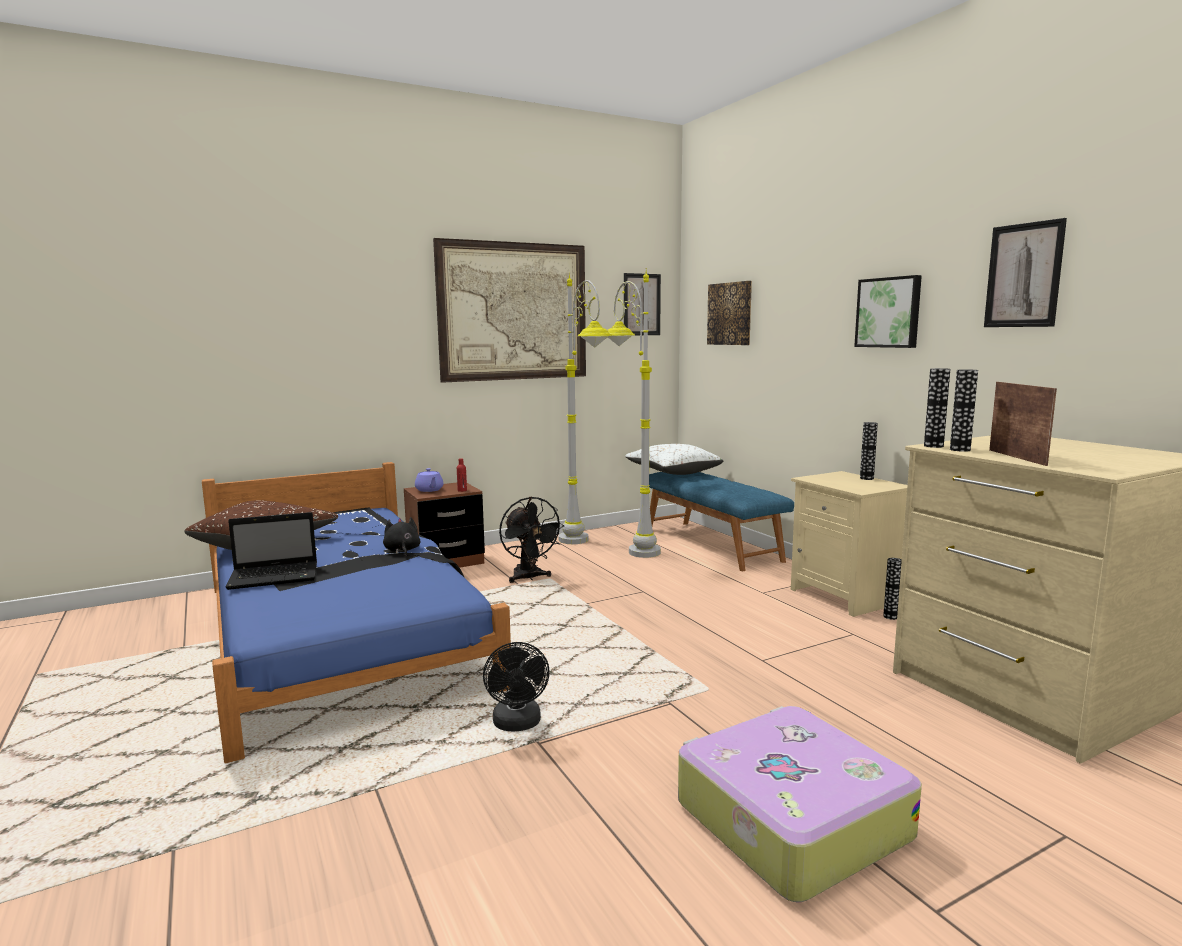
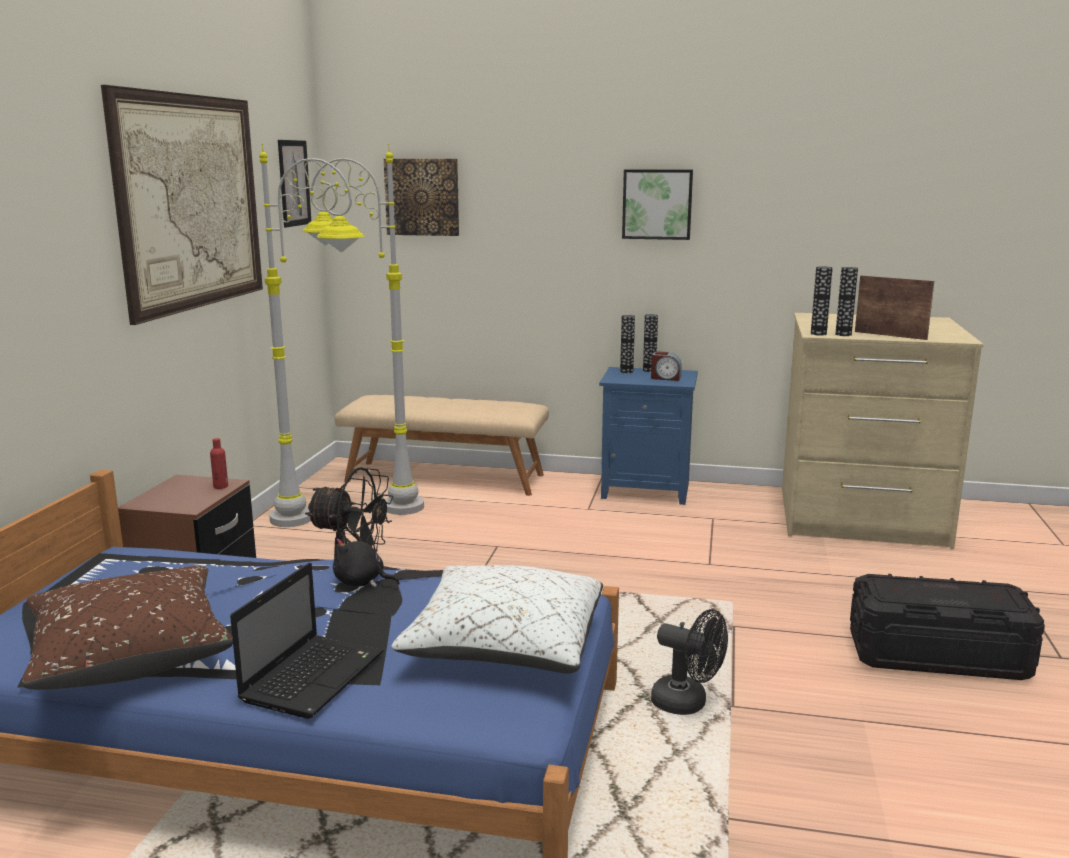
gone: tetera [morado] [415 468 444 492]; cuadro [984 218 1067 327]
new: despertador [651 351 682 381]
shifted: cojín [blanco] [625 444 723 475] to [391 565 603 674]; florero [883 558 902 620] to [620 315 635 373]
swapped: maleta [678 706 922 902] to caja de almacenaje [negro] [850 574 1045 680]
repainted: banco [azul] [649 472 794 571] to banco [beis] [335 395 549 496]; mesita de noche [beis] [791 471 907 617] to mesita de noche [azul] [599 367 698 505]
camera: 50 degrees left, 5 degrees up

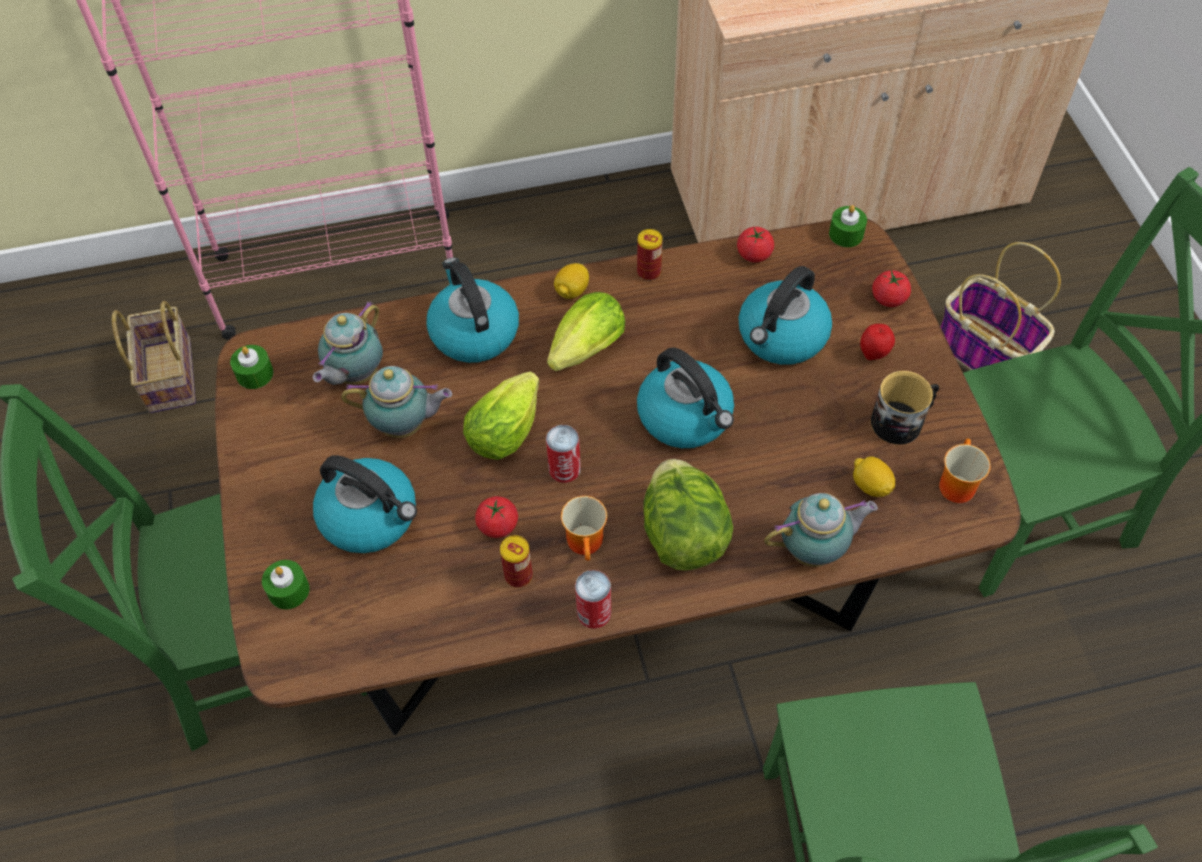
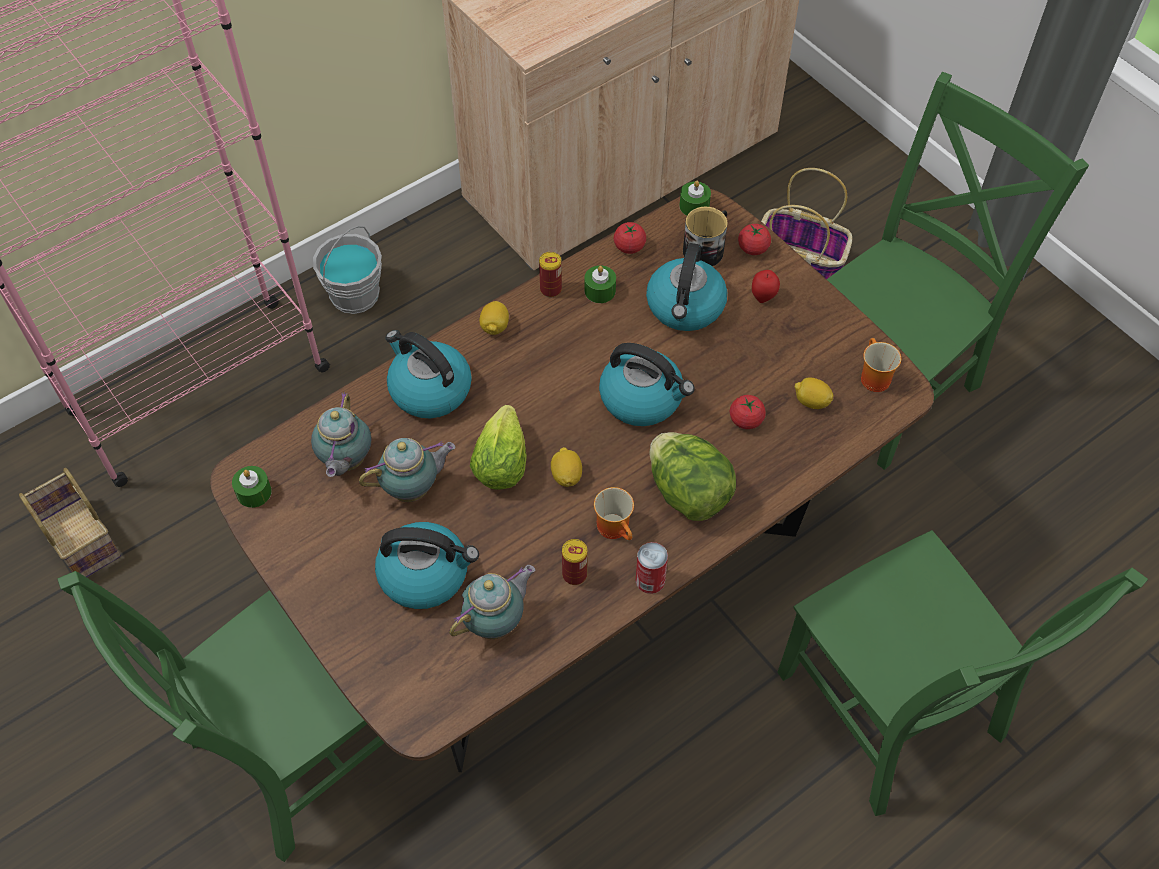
gone: lechuga [547 292 625 371]
new: cubo [gris] [313 226 382 314]
shifted: tetera [764 493 878 567] to [449 565 535 639]; vela [verde] [262 560 310 609] to [584 265 616 303]; taza grande [871 371 939 445] to [683 207 727 266]; tomate [475 496 518 538] to [730 395 766 429]
swapped: lata [546 425 581 483] to limón [551 447 582 487]
camera: 25 degrees left, 0 degrees up

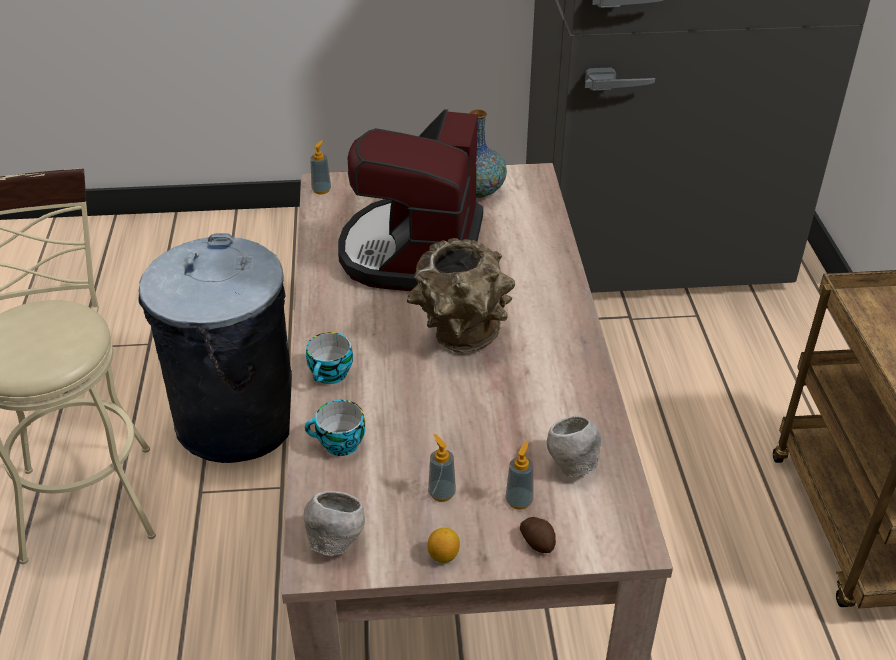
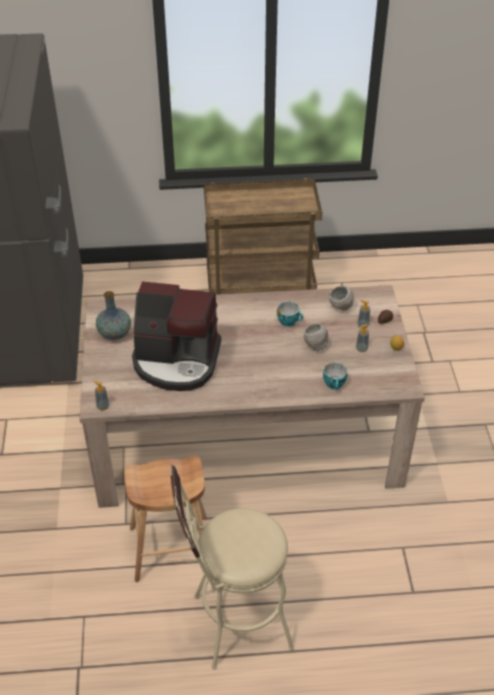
gone: florero [marrón] [407 238 515 353]
shifted: taza [306 332 353 384] to [277 301 303 327]; cuenco [gris] [303 491 365 556] to [304 323 328 352]
swapped: papelera [gris] [139 233 292 463] to taburete [marrón] [125 456 207 582]
camera: 90 degrees left, 5 degrees up

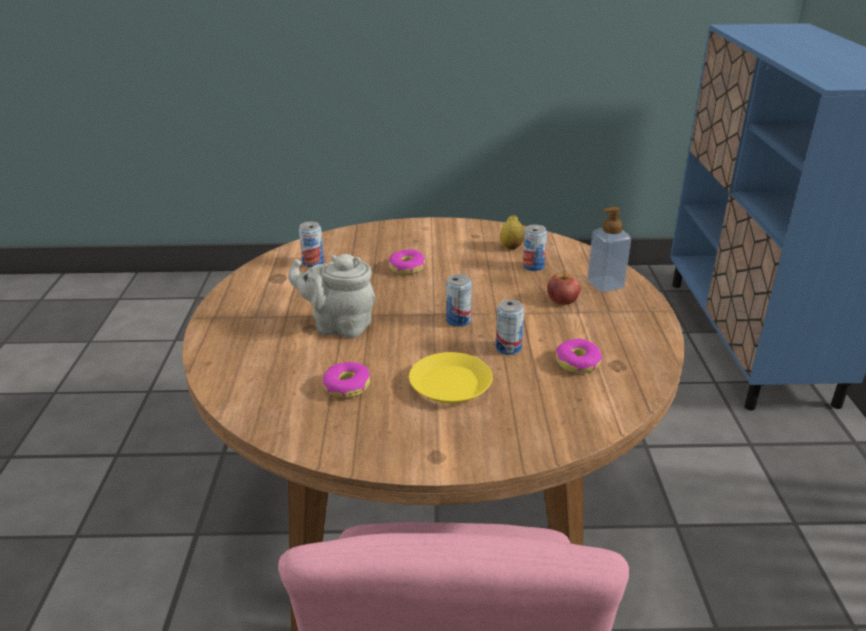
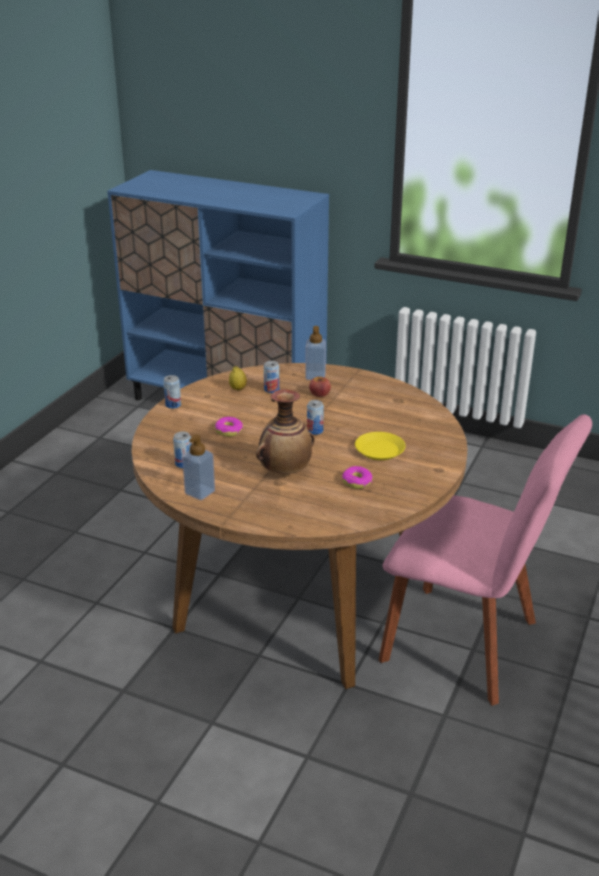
gone: rosquilla [556 339 602 373]
new: dispensador de jabón [182 434 215 500]
shifted: lata [496 299 524 355] to [163 375 181 409]
swapped: tetera [gris] [288 254 376 338] to florero [256 389 315 474]
camera: 65 degrees left, 0 degrees up

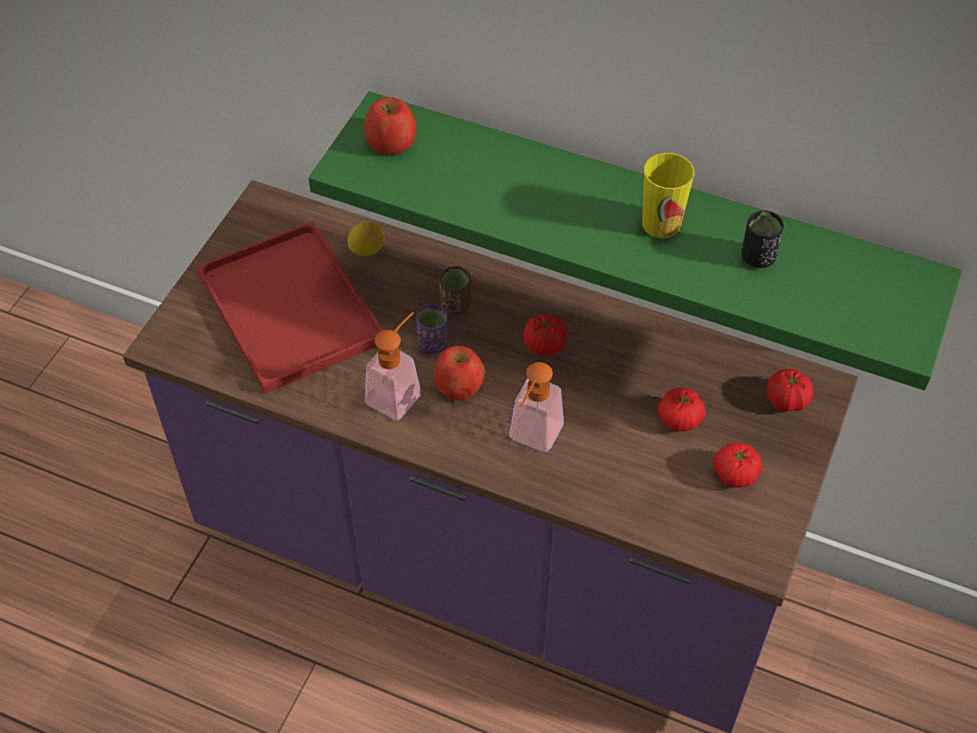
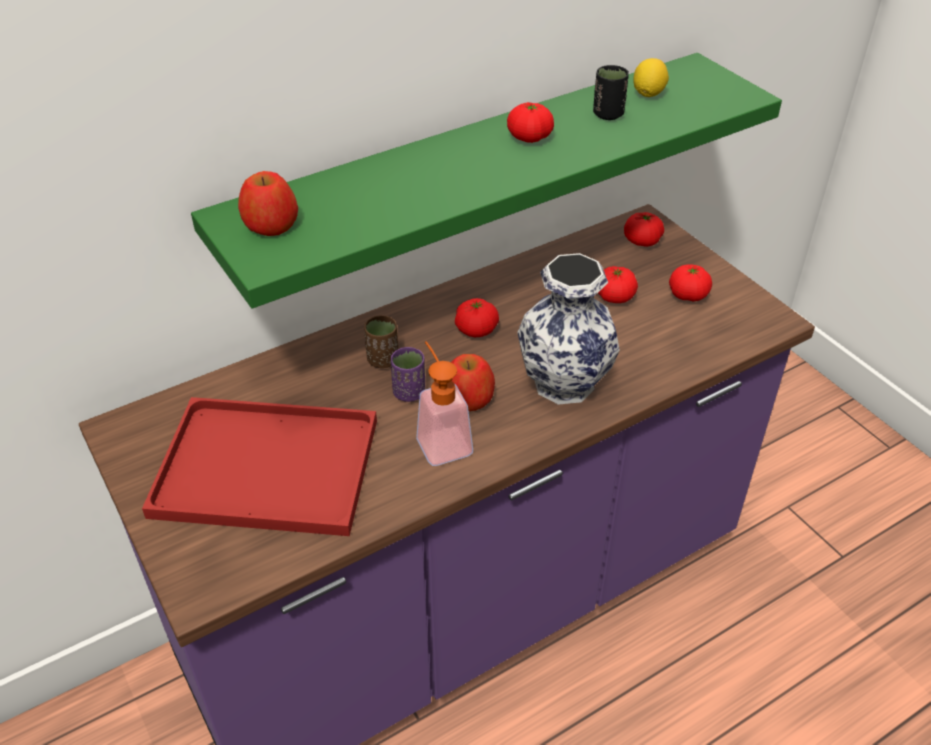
shifted: limón [348 221 384 256] to [633 58 669 97]
swapped: taza [642 153 694 239] to tomate [507 102 554 143]; dispensador de jabón [509 362 564 452] to florero [517 253 620 405]
camera: 55 degrees left, 10 degrees down

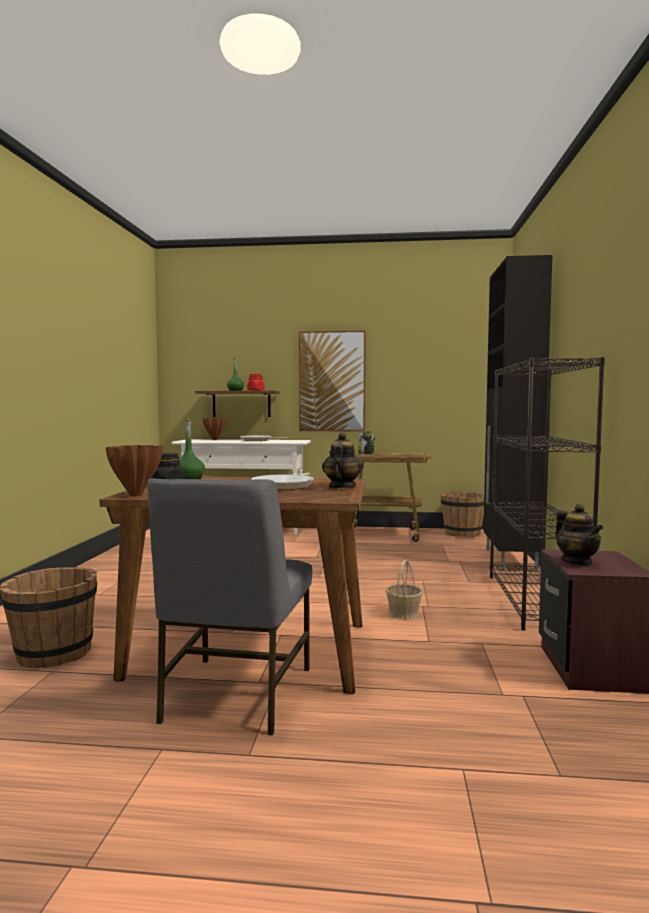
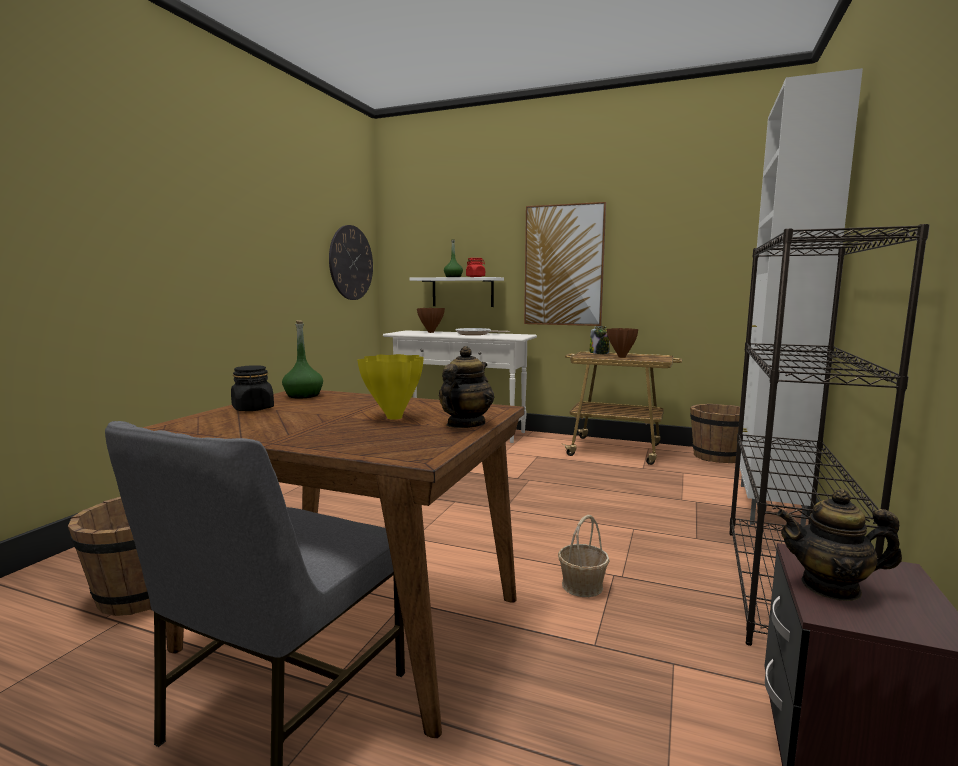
new: reloj de pared [329 225 373 300]
shifted: florero [marrón] [106 445 163 497] to [607 328 638 358]
swapped: sartén [252 472 314 490] to florero [amarillo] [357 354 424 420]
repainted: estante [marrón] [195 391 280 417] to estante [blanco] [409 277 504 307]; armario [negro] [483 255 552 572] to armario [blanco] [740 68 863 527]
rotated: tetera [555 504 603 566] = [776 489 902 601] 105 degrees clockwise
camera: 15 degrees right, 5 degrees up

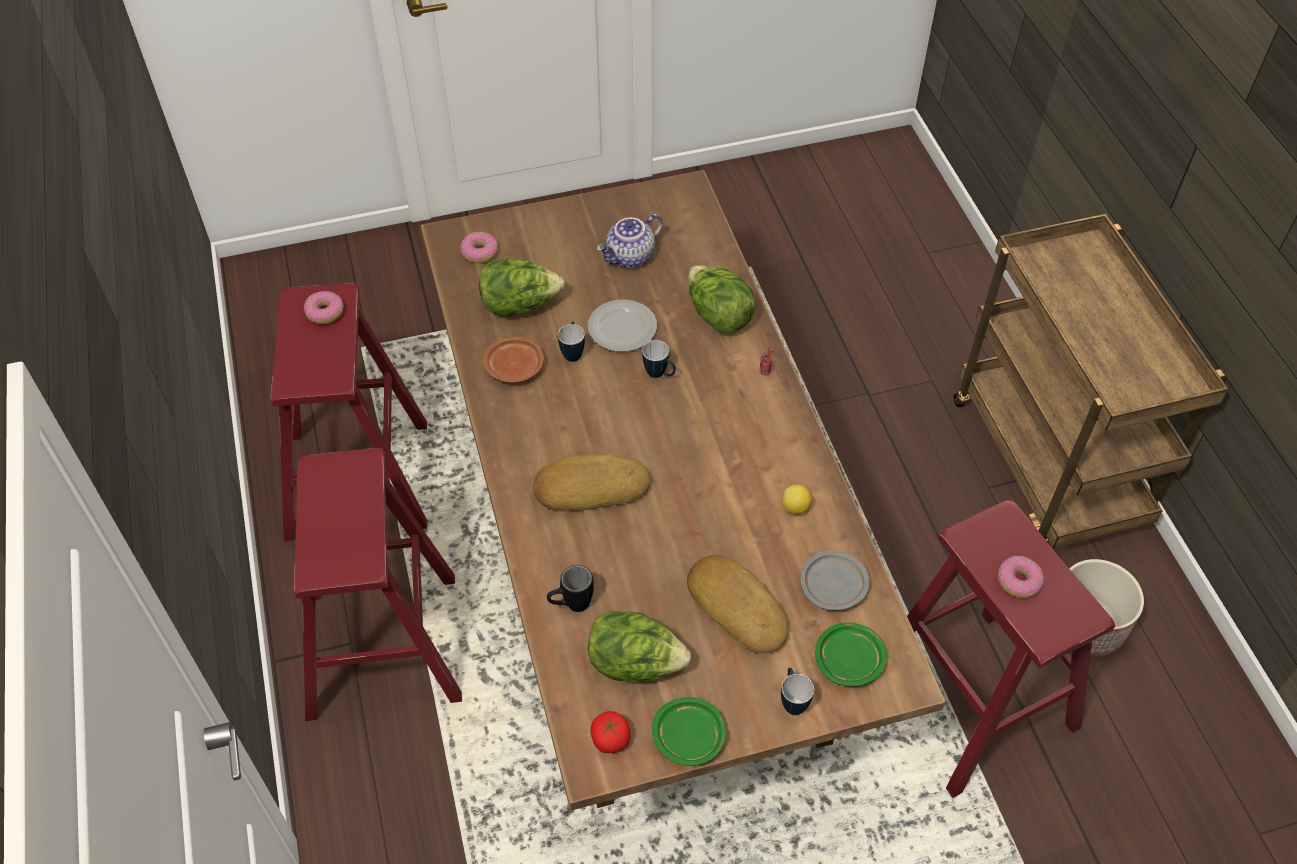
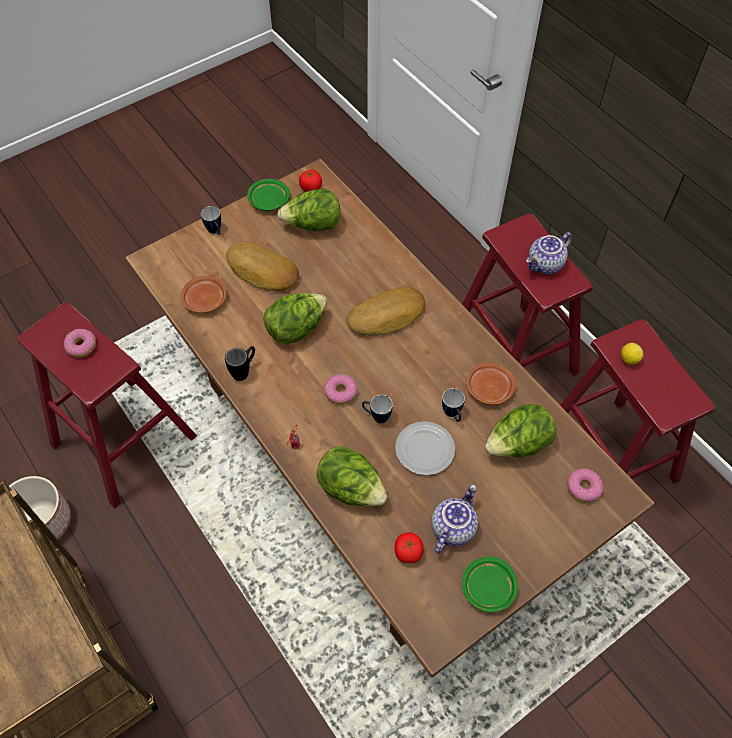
new: lechuga [263 293 327 344]; tomate [395 532 424 563]; tetera [526 232 572 274]
shifted: taza grande [negro] [547 565 594 612] to [225 346 255 381]; rosquilla [304 291 344 324] to [324 374 358 405]; plato [verde] [815 622 887 687] to [462 557 518 612]; limón [782 485 812 514] to [621 343 643 365]
repainted: plato [gris] [801 551 869 610] to plato [marrón] [181 276 227 313]
camera: 160 degrees right, 5 degrees up

